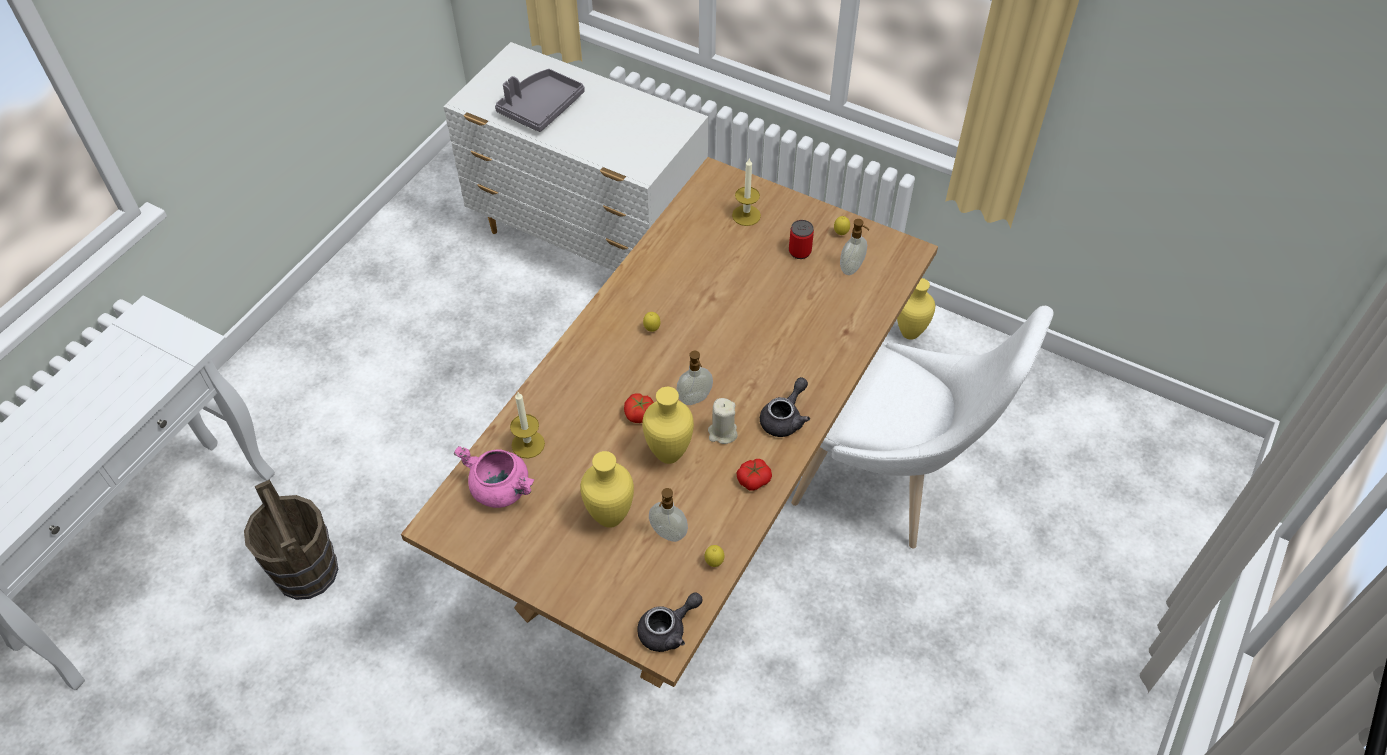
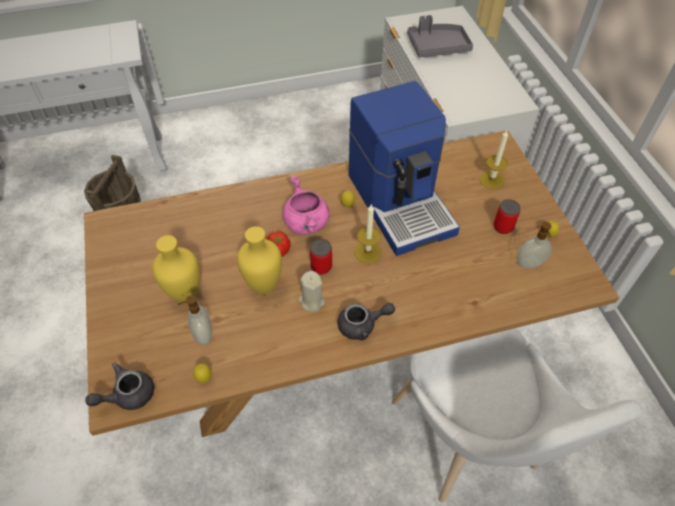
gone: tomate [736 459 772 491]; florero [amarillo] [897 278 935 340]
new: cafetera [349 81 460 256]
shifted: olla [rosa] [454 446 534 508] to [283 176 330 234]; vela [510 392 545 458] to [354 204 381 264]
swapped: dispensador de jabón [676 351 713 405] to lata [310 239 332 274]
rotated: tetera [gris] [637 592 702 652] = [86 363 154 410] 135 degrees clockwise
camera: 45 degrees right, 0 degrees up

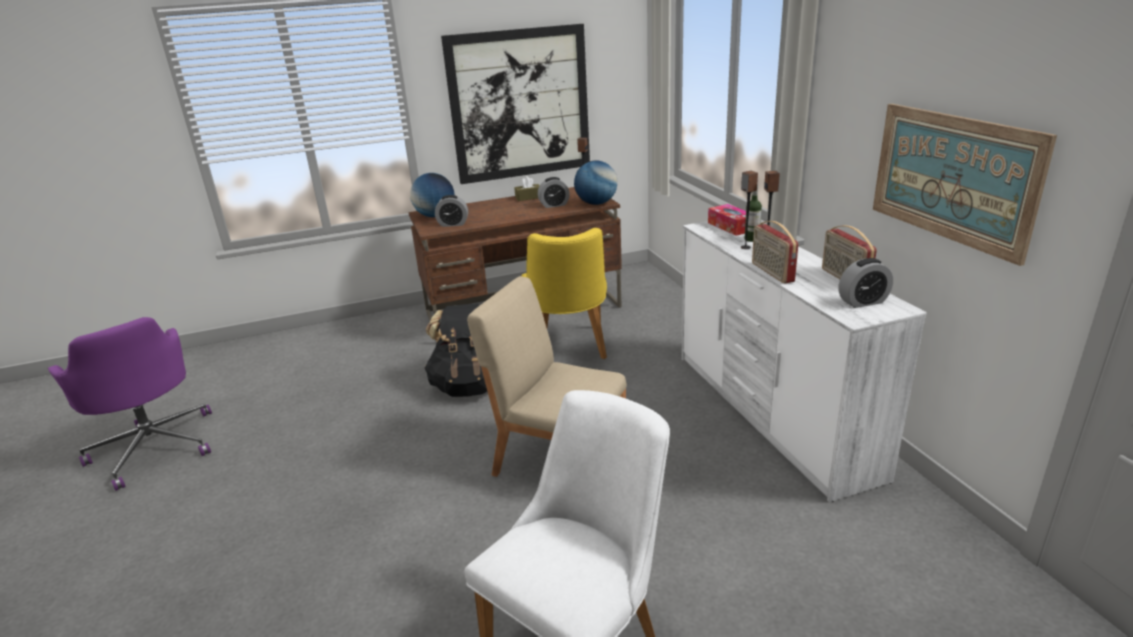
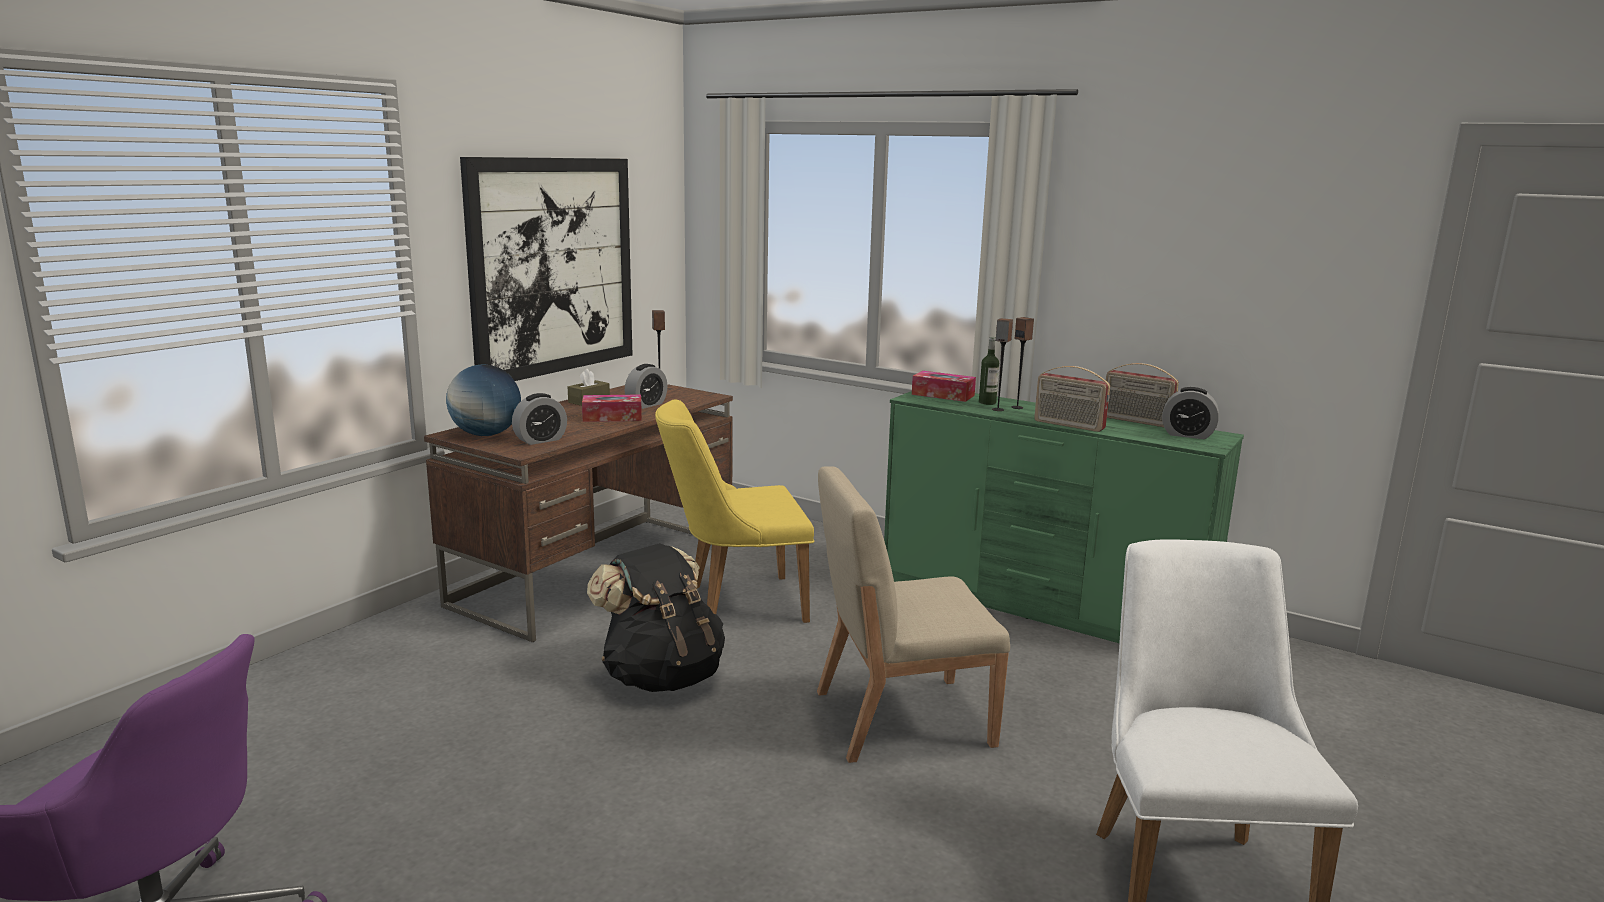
gone: globo terráqueo [574 160 617 205]; cuadro [873 104 1057 266]
new: caja de pañuelos [582 394 642 422]
repainted: cómoda [blanco] [682 221 927 502] to cómoda [verde] [884 391 1244 643]
rotated: silla [amarillo] [521 228 607 359] = [655 399 814 623] 120 degrees clockwise; despertador [839 258 893 308] = [1162 387 1219 439] 75 degrees clockwise
camera: 40 degrees left, 10 degrees down

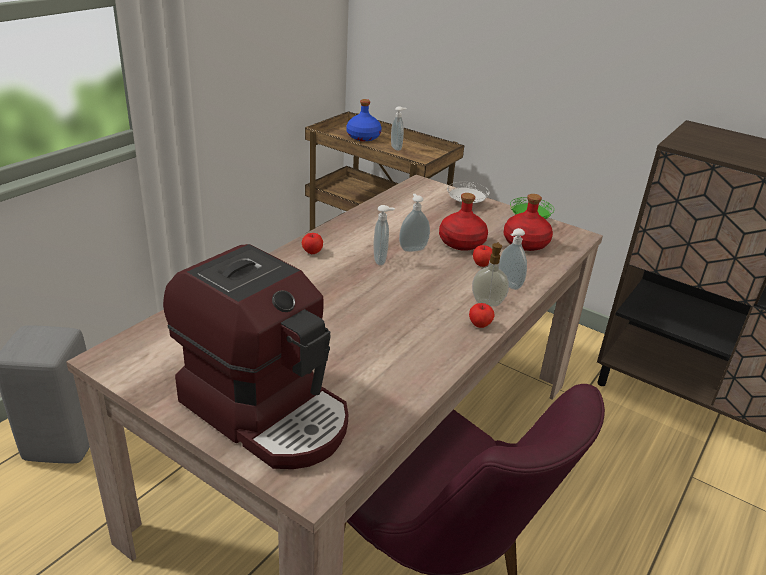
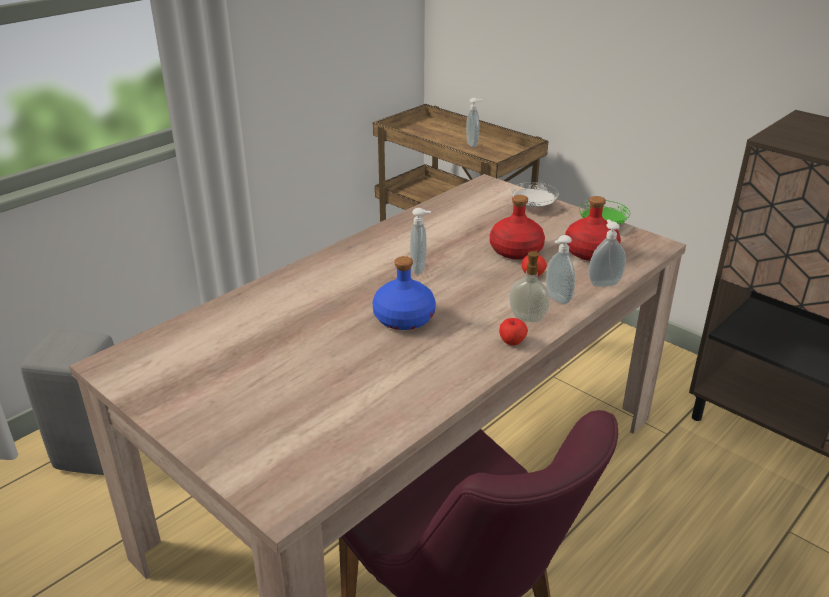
gone: cafetera [163 244 348 469]; manzana [302 233 323 254]
shifted: botella [azul] [347 99 381 141] to [372 256 436 330]; dispensador de jabón [399 194 430 252] to [588 219 626 287]
camera: 10 degrees right, 0 degrees up

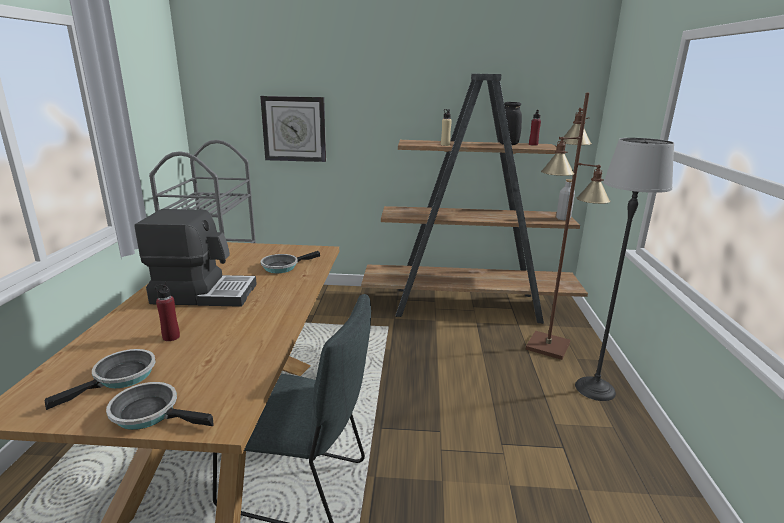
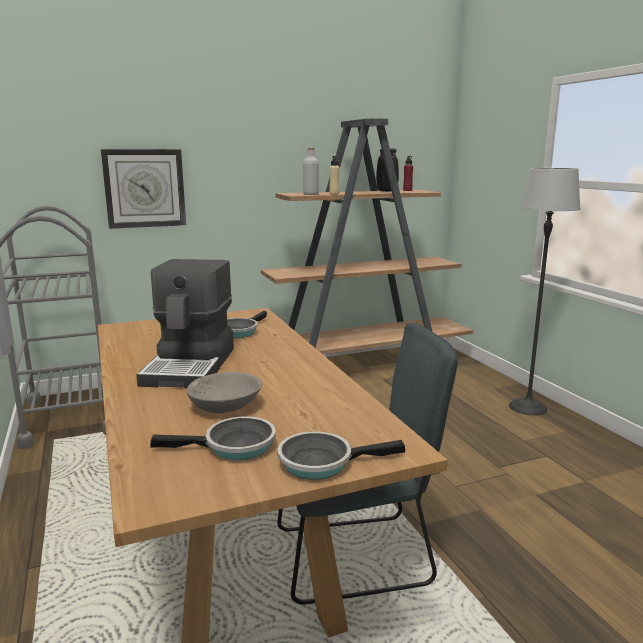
gone: lámpara de pie [marrón] [525 93 610 360]
shifted: botella [gris] [556 179 575 220] to [303 148 319 195]
swapped: botella [rojo] [155 281 180 341] to cuenco [gris] [186 372 262 413]
rotated: cafetera [135 209 257 307] = [136 259 234 388] 120 degrees clockwise; sartén [45 349 156 410] = [150 417 276 460] 75 degrees clockwise
camera: 25 degrees left, 5 degrees down

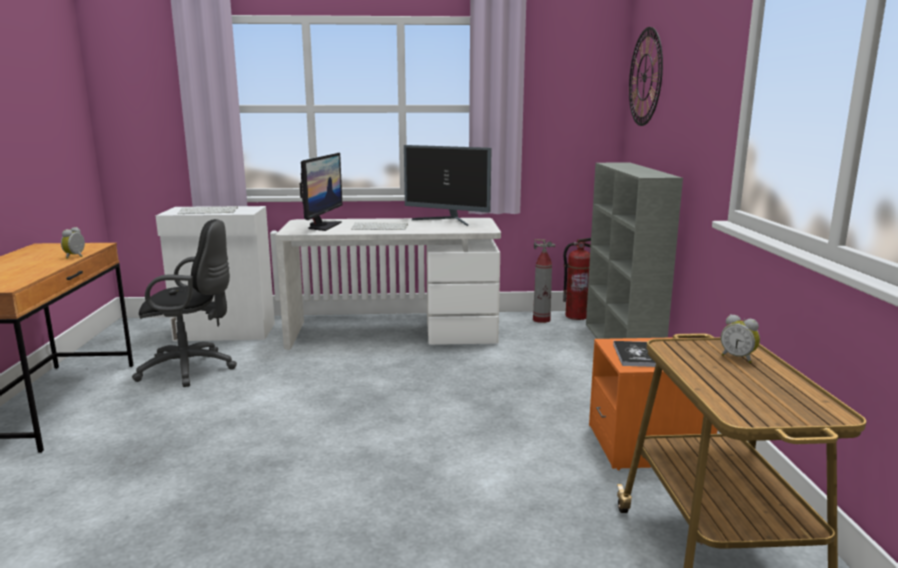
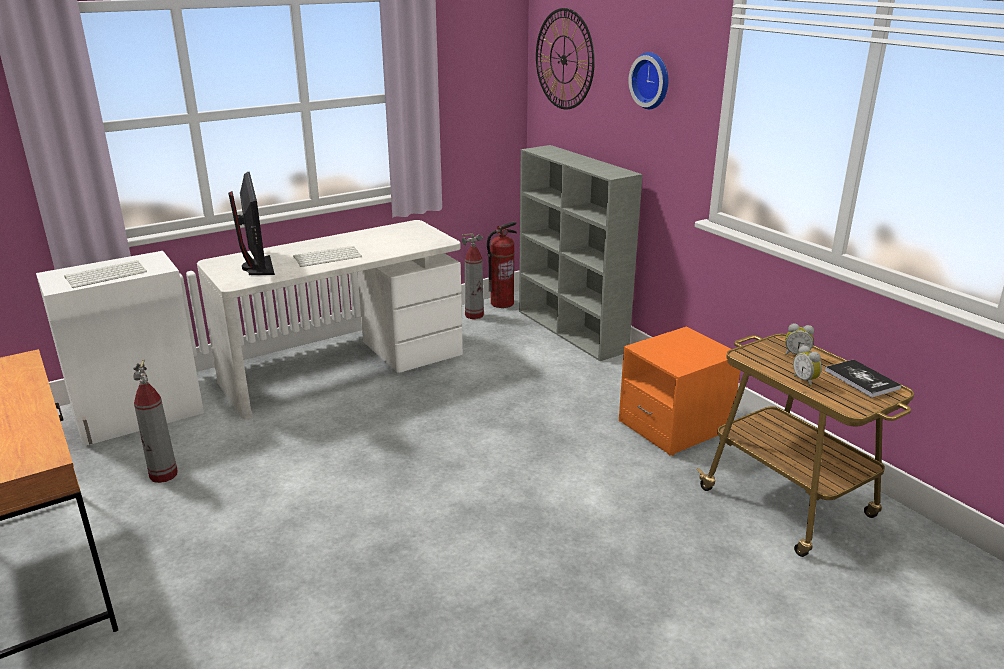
gone: monitor [404 145 492 226]
new: reloj de pared [628 52 668 109]
shifted: despertador [61 227 85 259] to [793 345 822 387]; libro [613 341 656 367] to [825 359 901 398]
swapped: silla de oficina [negro] [132 219 237 387] to extintor [133 359 178 483]
camera: 30 degrees left, 10 degrees up

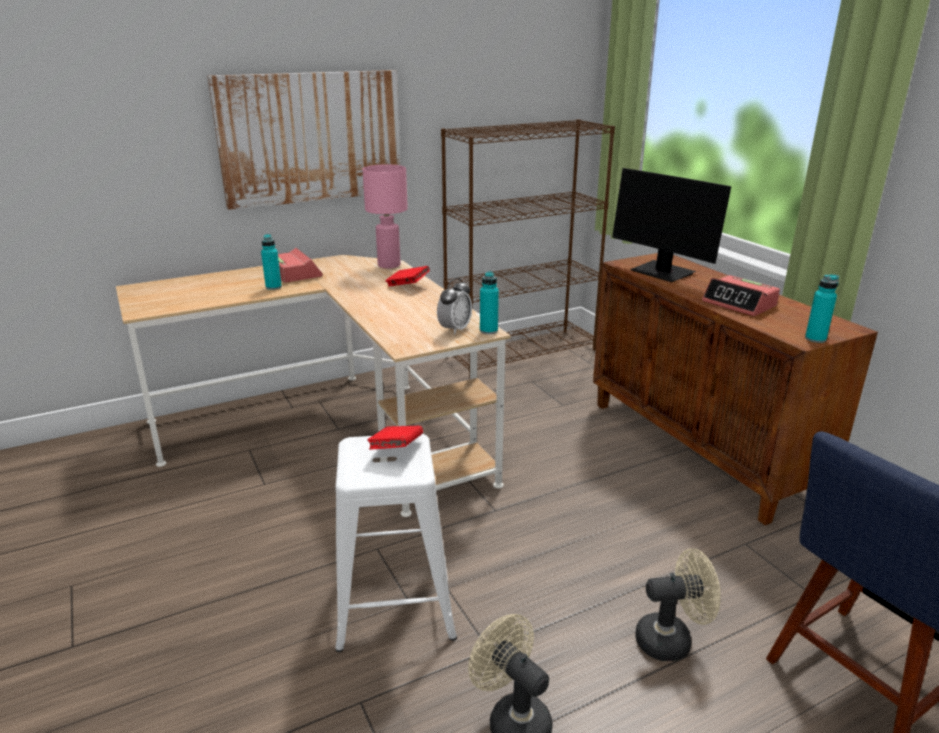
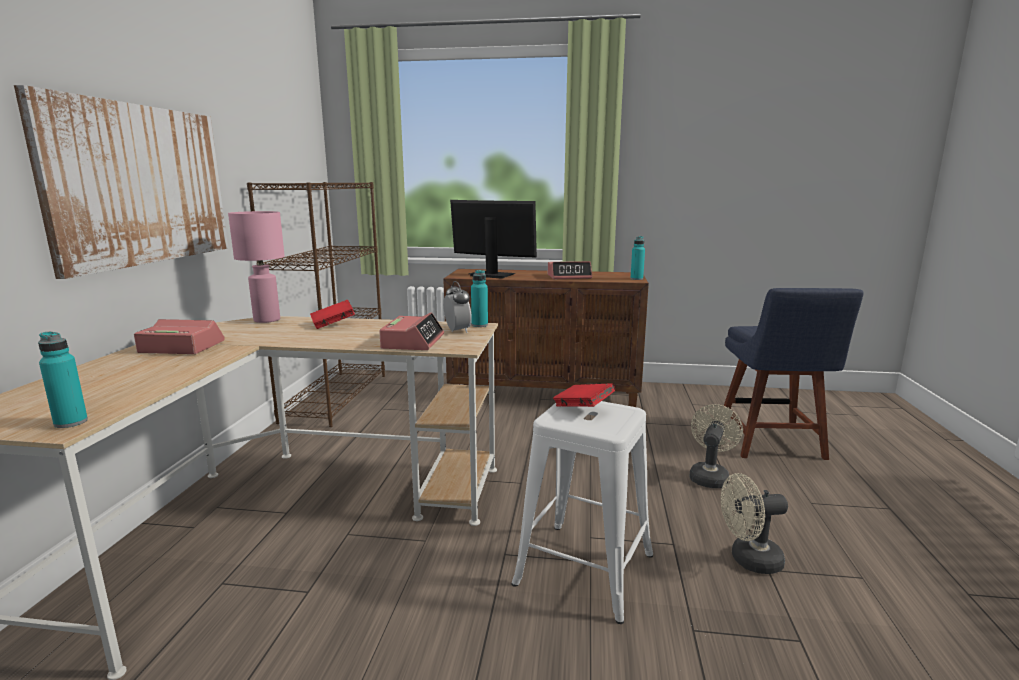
new: despertador [379 312 444 350]
shifted: botella [turquesa] [261 234 282 290] to [38 332 88 428]
rotated: monitor [612 168 731 282] = [450 200 537 279] 150 degrees counterclockwise
camera: 55 degrees left, 10 degrees down

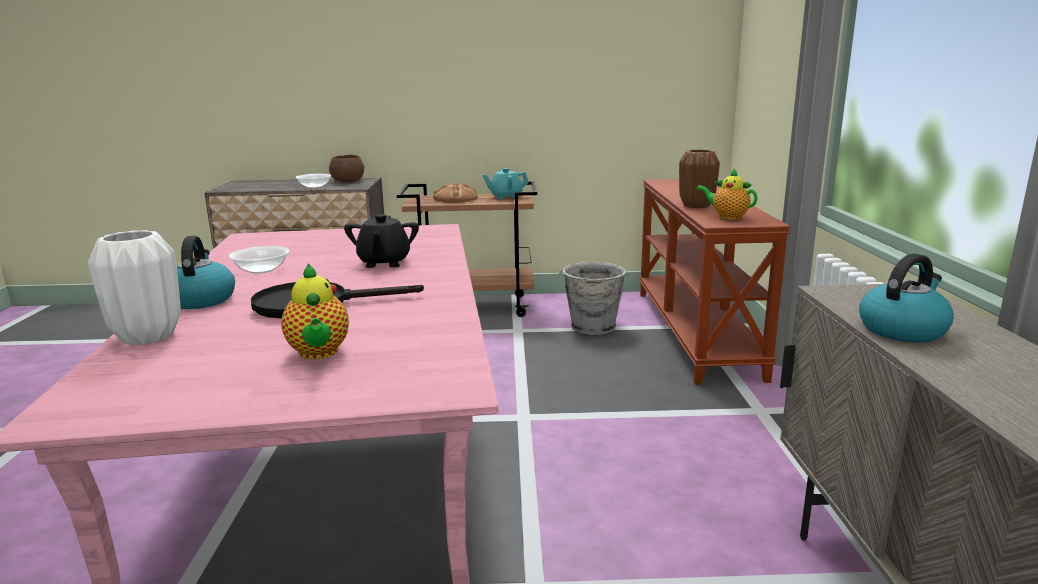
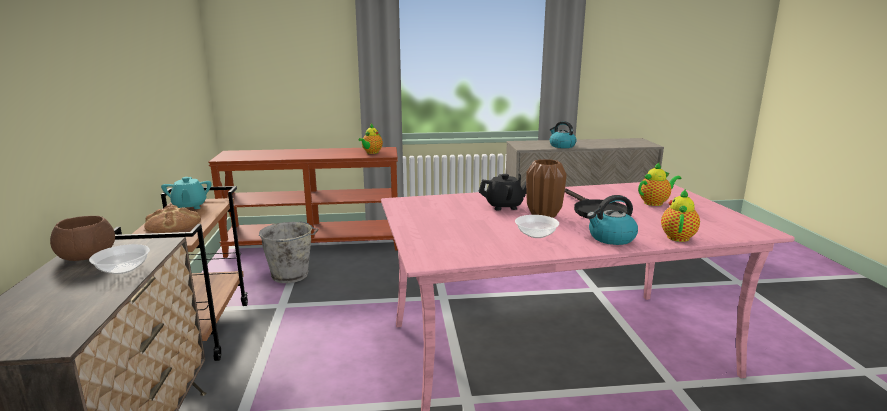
shifted: florero [marrón] [679 150 720 208] to [526 159 567 218]
swapped: florero [blanco] [88 230 181 345] to tetera [661 189 700 242]
camera: 95 degrees left, 0 degrees up

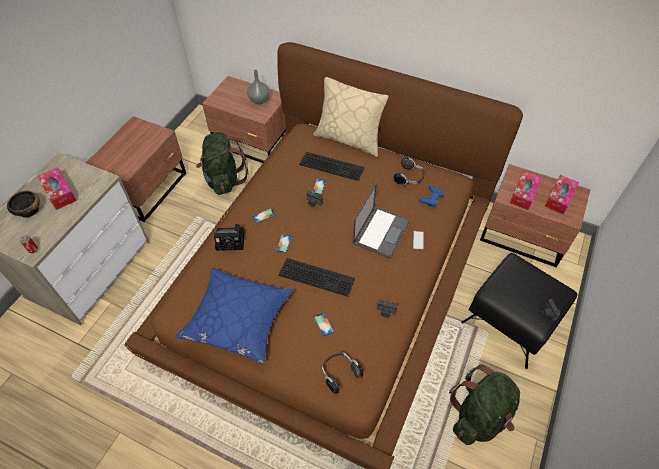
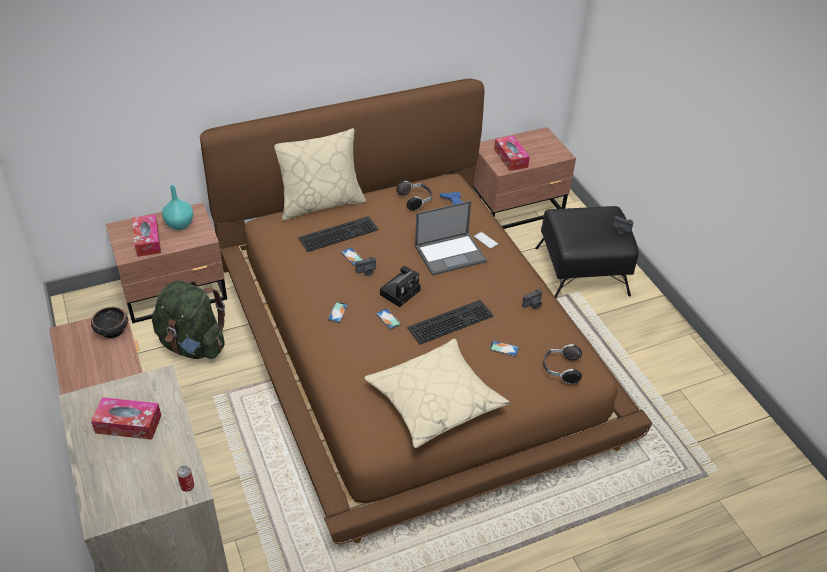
gone: mochila [verde] [449 365 520 445]
shifted: cuenco [7 191 40 218] to [91 307 128 338]; caja de pañuelos [545 175 579 214] to [132 214 161 257]; cámara [214 224 245 251] to [380 266 421 307]
repainted: florero [gris] [247 70 270 104] to florero [turquesa] [162 185 193 230]; cojín [azul] [175 268 294 364] to cojín [beis] [364 339 510 448]
rotated: portátil [352 183 410 259] = [415 201 487 276] 90 degrees clockwise
camera: 50 degrees left, 10 degrees down

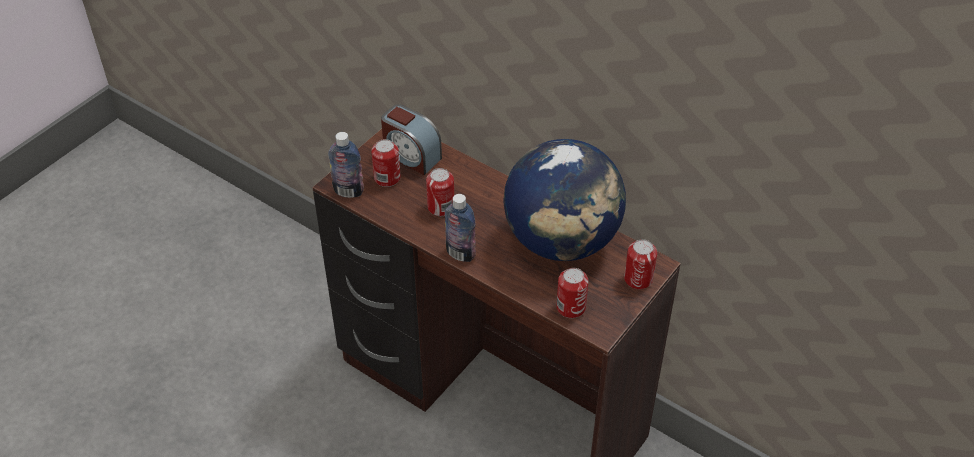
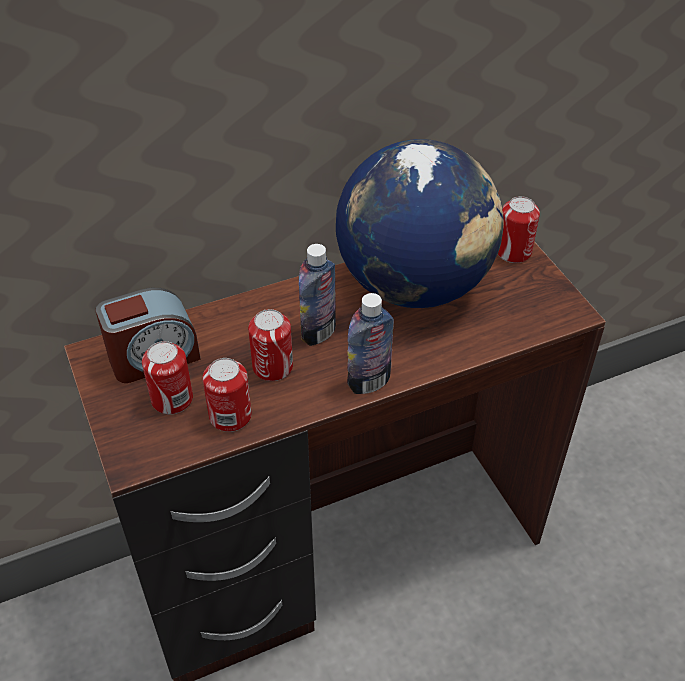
shifted: lata [556 268 589 318] to [203 358 252 432]; botella [328 132 364 198] to [299 244 336 346]
camera: 60 degrees left, 0 degrees up

